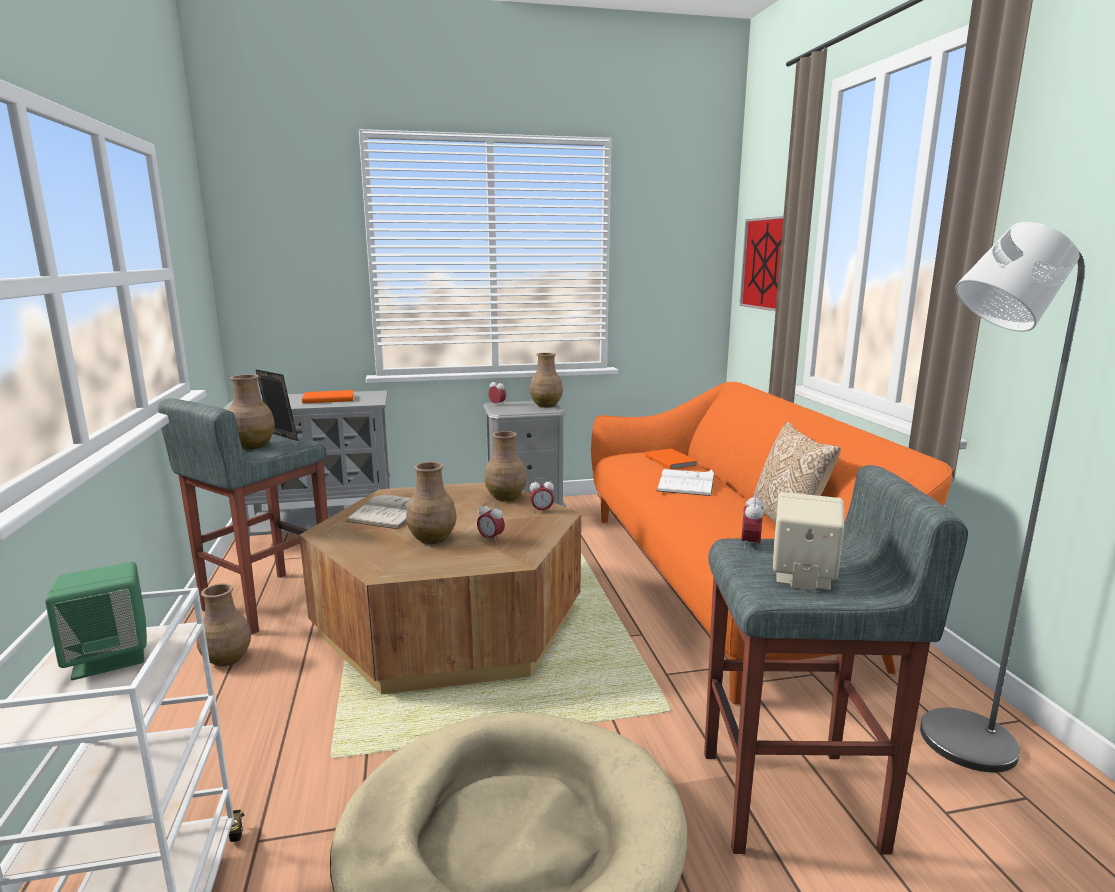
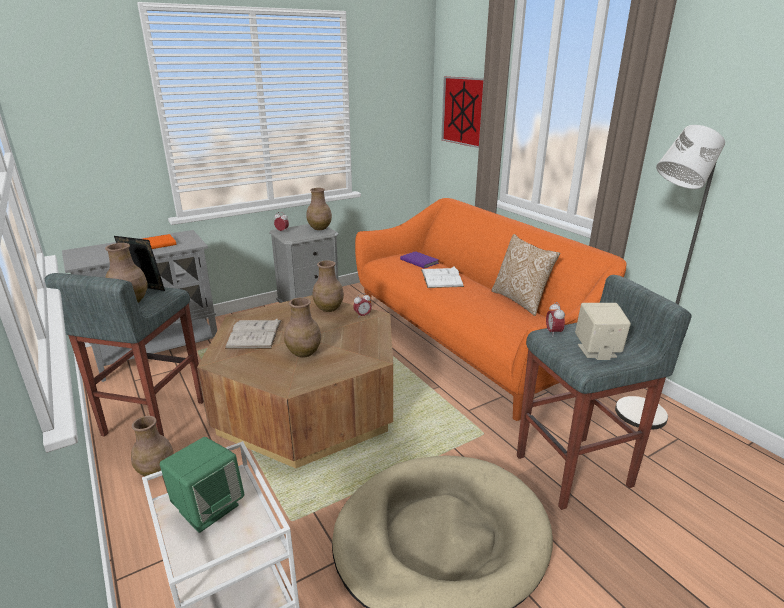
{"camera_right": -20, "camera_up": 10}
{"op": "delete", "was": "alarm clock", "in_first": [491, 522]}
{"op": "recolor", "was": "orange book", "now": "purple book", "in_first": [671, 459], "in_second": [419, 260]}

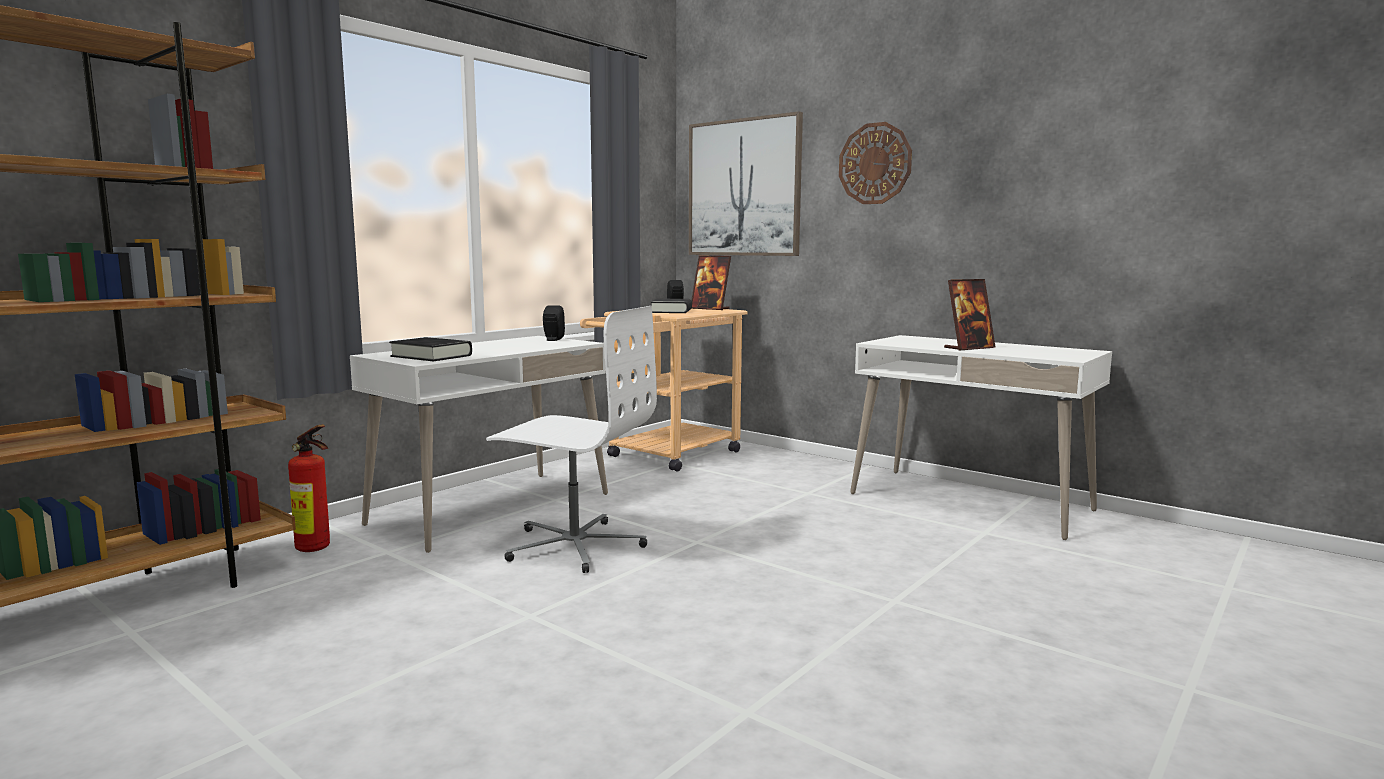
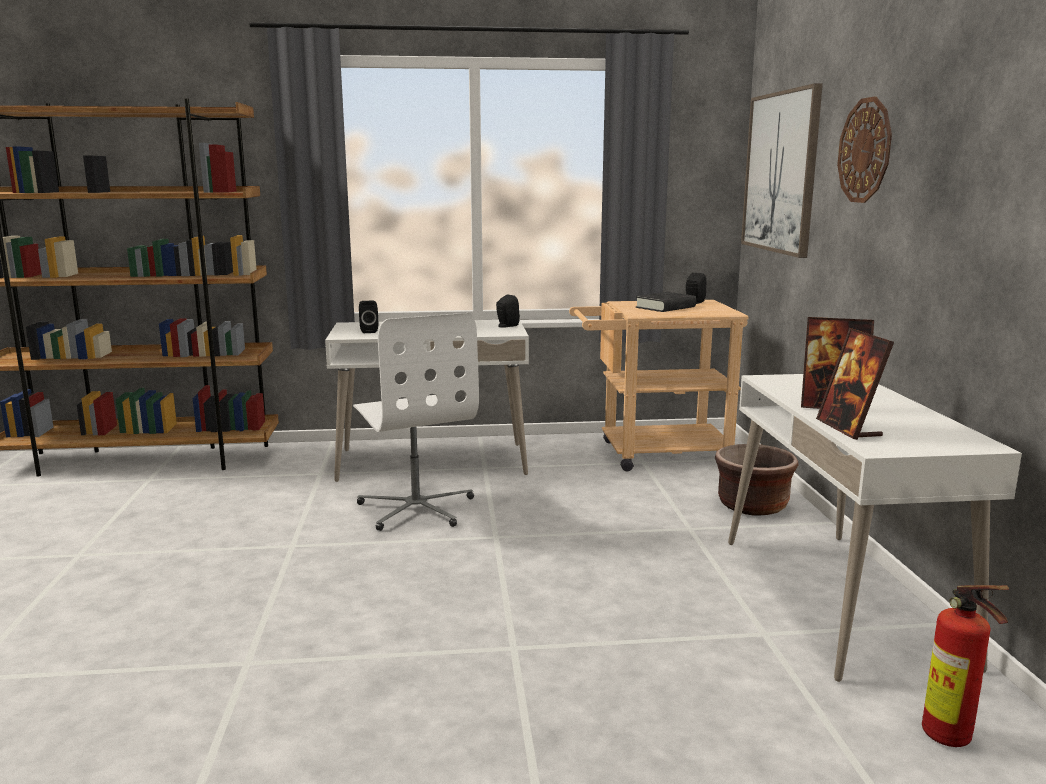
{"camera_right": 45, "camera_up": 5}
{"op": "insert", "now": "brown planter", "in_second": [757, 479]}
{"op": "move", "was": "fire extinguisher", "in_first": [309, 488], "in_second": [965, 666]}
{"op": "move", "was": "picture frame", "in_first": [711, 282], "in_second": [855, 384]}
{"op": "replace", "was": "black book", "now": "black speaker", "in_first": [430, 349], "in_second": [368, 316]}

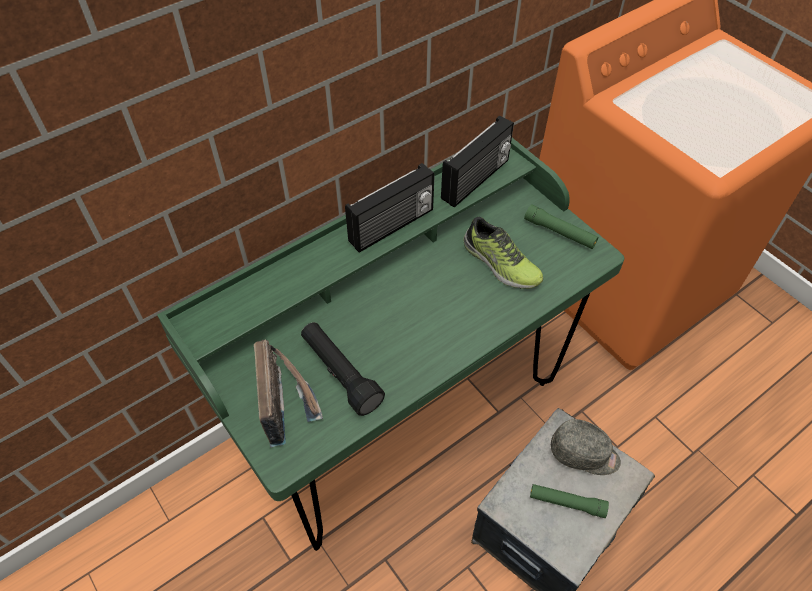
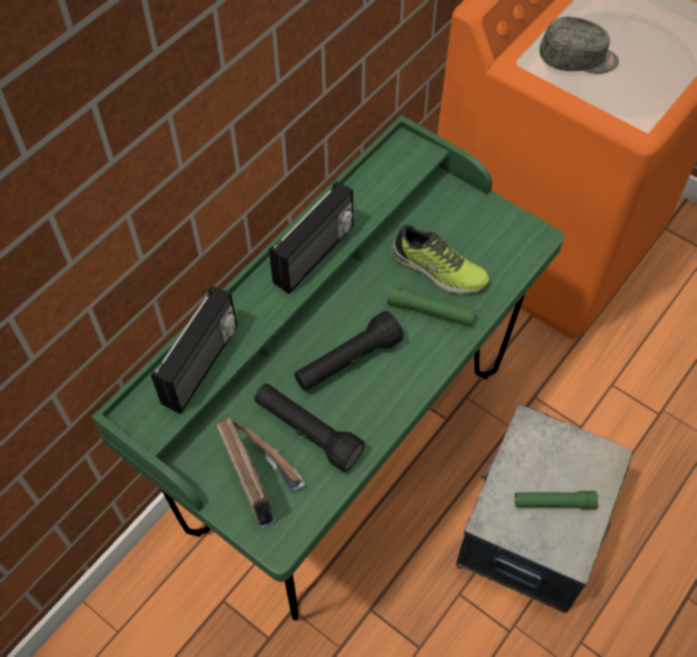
{"camera_right": -15, "camera_up": 5}
{"op": "insert", "now": "black flashlight", "in_second": [348, 351]}
{"op": "move", "was": "radio", "in_first": [477, 161], "in_second": [194, 349]}
{"op": "move", "was": "green flashlight", "in_first": [561, 226], "in_second": [431, 305]}
{"op": "move", "was": "grey cap", "in_first": [586, 447], "in_second": [579, 45]}

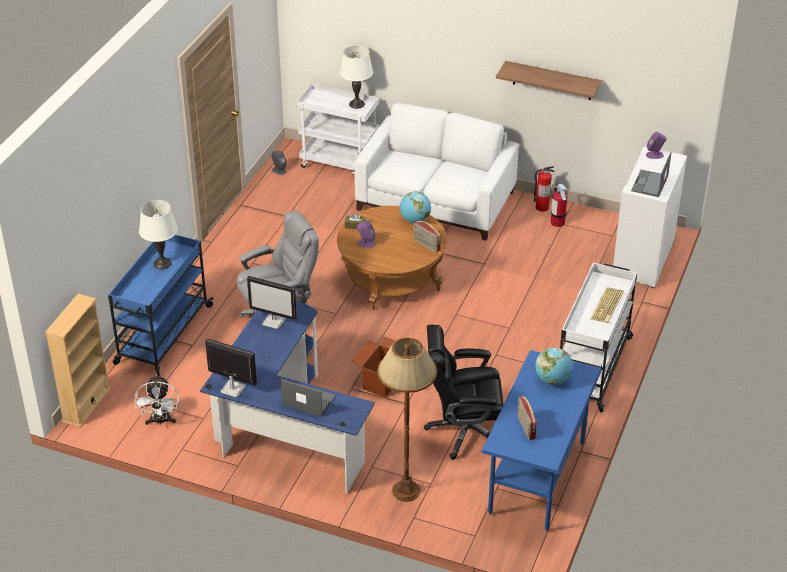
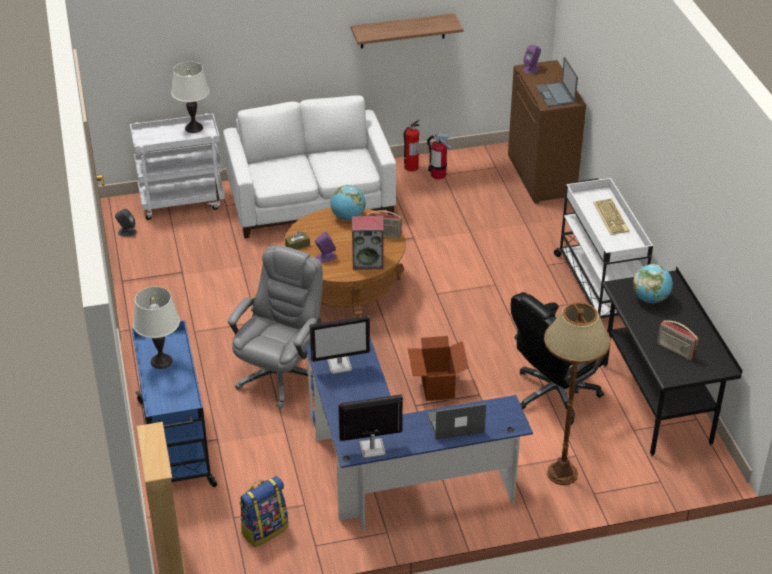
{"camera_right": -35, "camera_up": 0}
{"op": "insert", "now": "speaker", "in_second": [368, 243]}
{"op": "replace", "was": "white fan", "now": "backpack", "in_first": [157, 400], "in_second": [263, 511]}
{"op": "recolor", "was": "blue desk", "now": "black desk", "in_first": [541, 440], "in_second": [672, 361]}
{"op": "recolor", "was": "white cabinet", "now": "brown cabinet", "in_first": [650, 218], "in_second": [547, 132]}

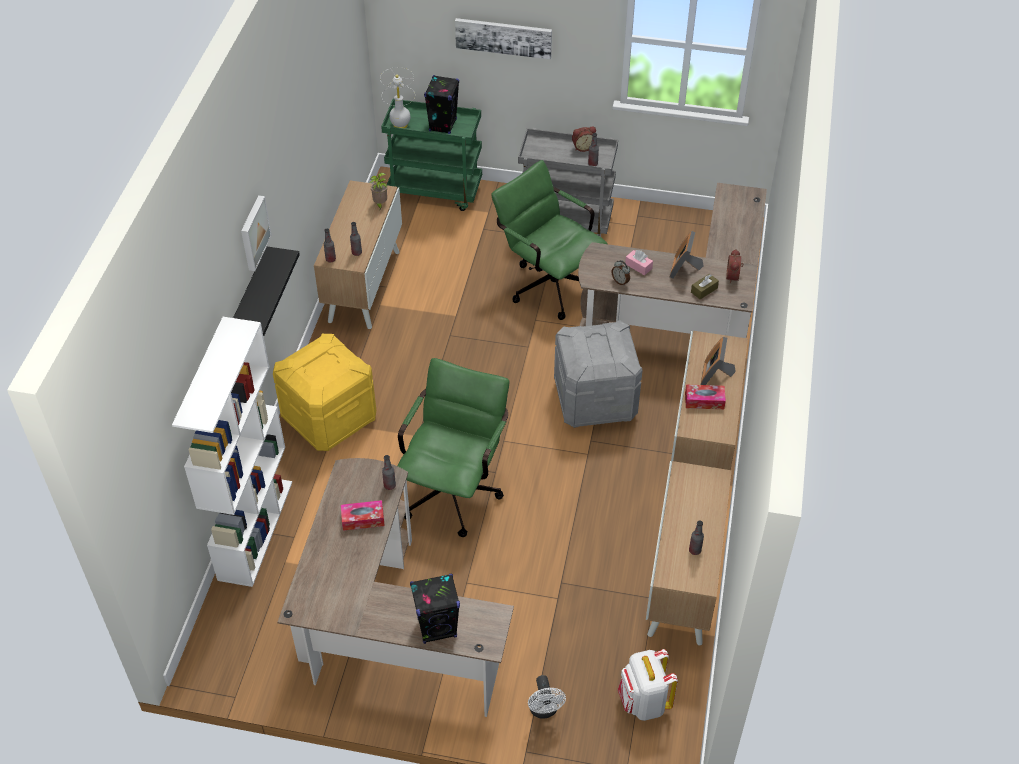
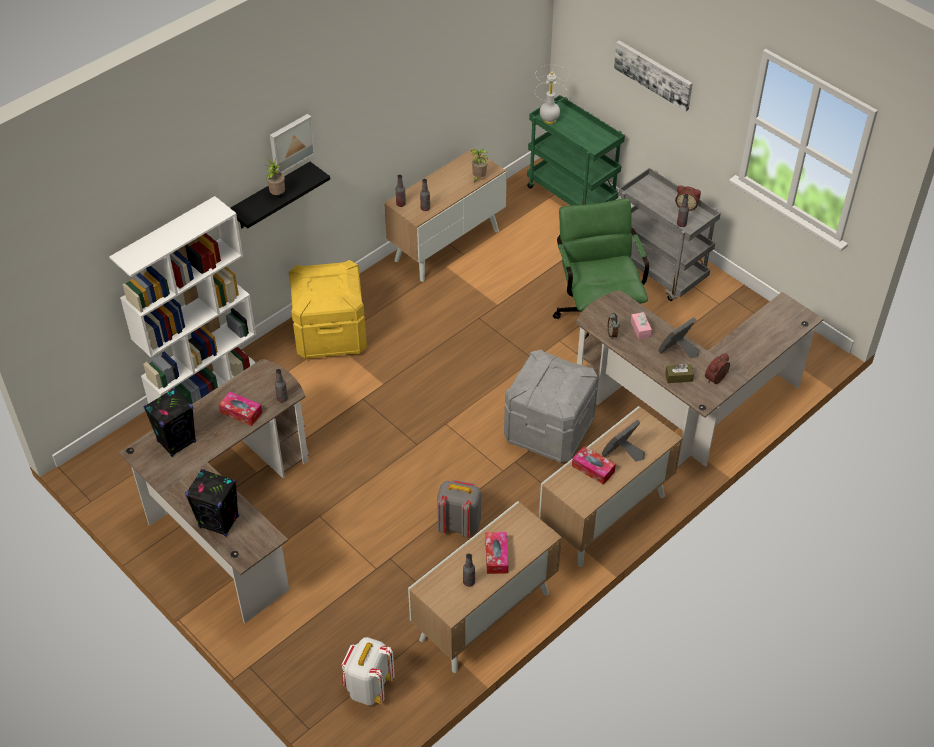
{"camera_right": 35, "camera_up": 0}
{"op": "delete", "was": "green office chair", "in_first": [453, 447]}
{"op": "delete", "was": "white fan", "in_first": [547, 697]}
{"op": "insert", "now": "potted plant", "in_second": [275, 176]}
{"op": "insert", "now": "grey backpack", "in_second": [459, 508]}
{"op": "insert", "now": "tissue box", "in_second": [496, 553]}
{"op": "move", "was": "black speaker", "in_first": [441, 104], "in_second": [170, 422]}

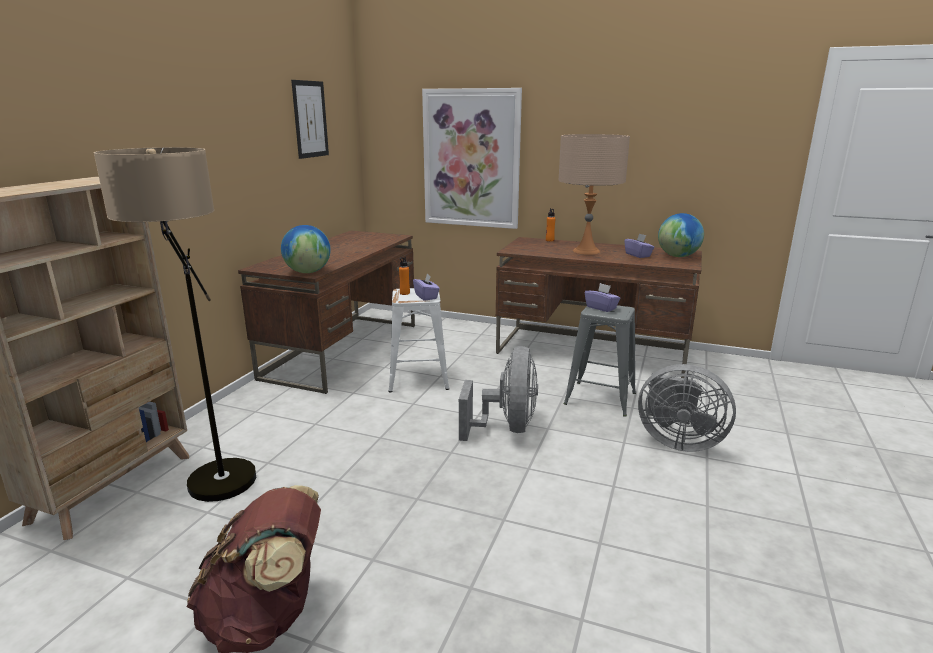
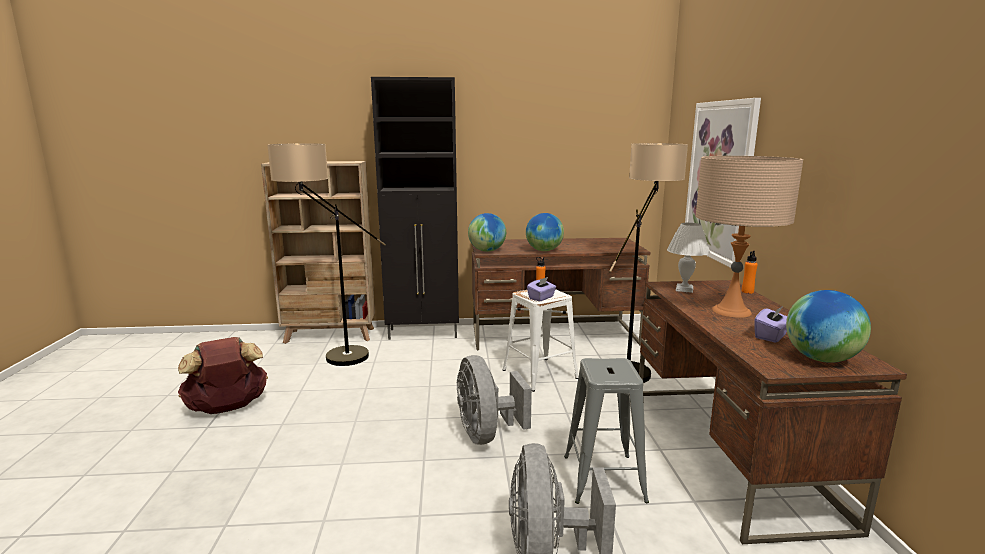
{"camera_right": 65, "camera_up": -5}
{"op": "delete", "was": "picture", "in_first": [310, 119]}
{"op": "delete", "was": "purple tissue box", "in_first": [602, 297]}
{"op": "insert", "now": "black cabinet", "in_second": [415, 208]}
{"op": "insert", "now": "globe", "in_second": [545, 232]}
{"op": "insert", "now": "floor lamp", "in_second": [647, 263]}
{"op": "insert", "now": "white table lamp", "in_second": [688, 258]}
{"op": "rotate", "was": "grey fan", "in_first": [498, 393], "in_second": [494, 400], "clockwise": 90}

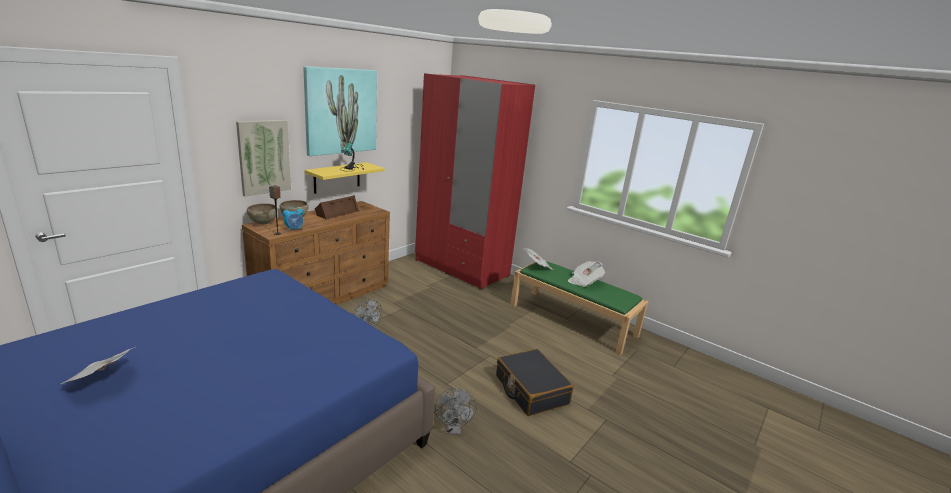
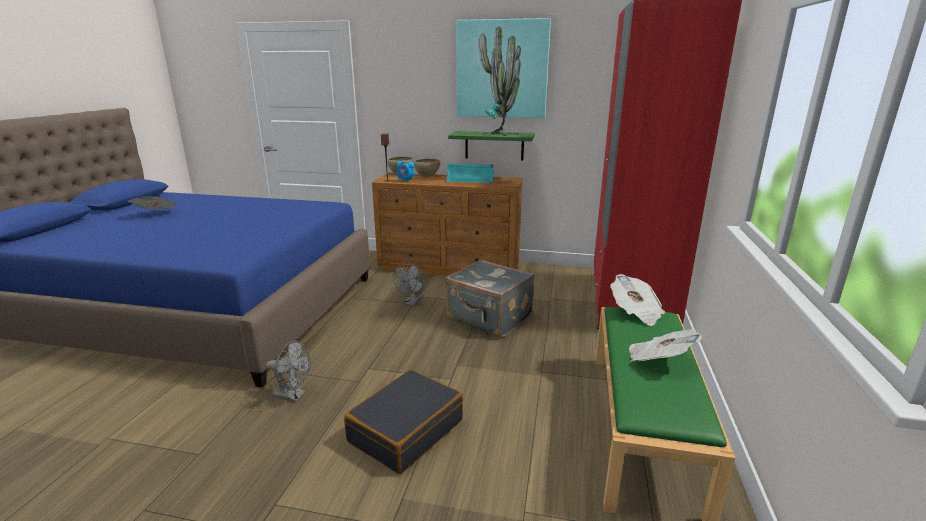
{"camera_right": 65, "camera_up": 0}
{"op": "delete", "was": "picture", "in_first": [263, 158]}
{"op": "insert", "now": "grey suitcase", "in_second": [490, 299]}
{"op": "recolor", "was": "yellow shelf", "now": "green shelf", "in_first": [344, 178], "in_second": [491, 146]}
{"op": "recolor", "was": "brown speaker", "now": "turquoise speaker", "in_first": [337, 207], "in_second": [470, 173]}
{"op": "rotate", "was": "grey fan", "in_first": [456, 411], "in_second": [288, 371], "clockwise": -135}

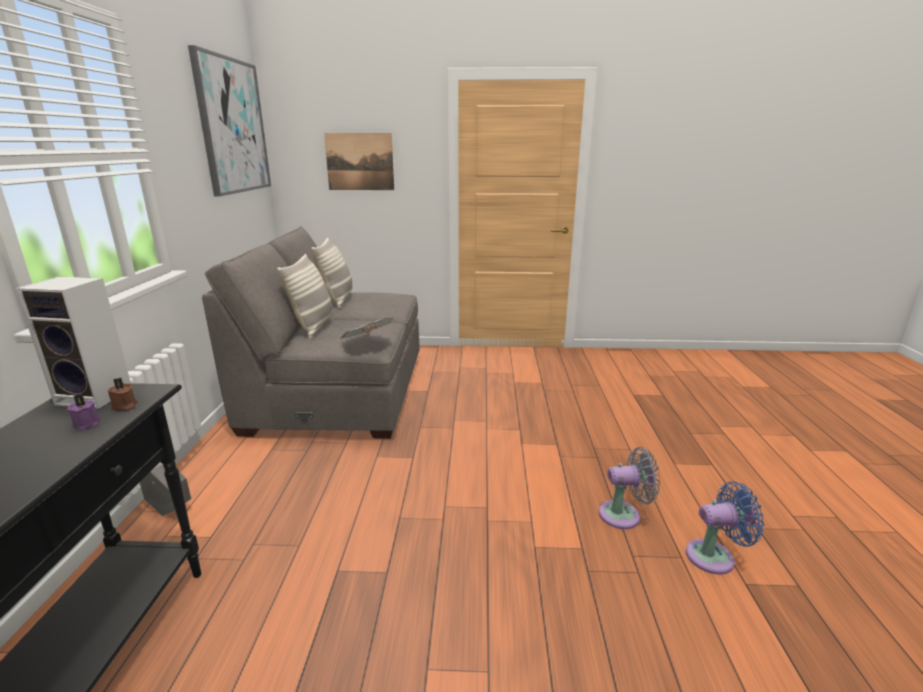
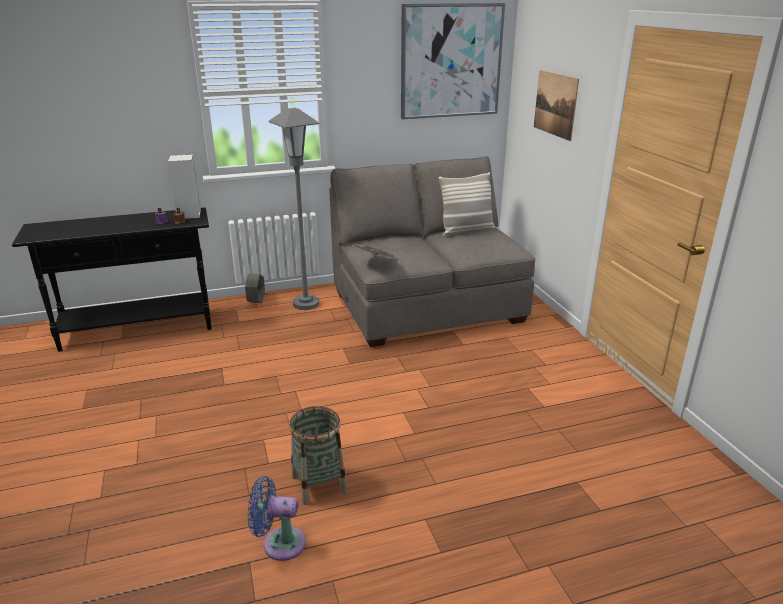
{"camera_right": 70, "camera_up": 5}
{"op": "delete", "was": "pillow", "in_first": [305, 296]}
{"op": "insert", "now": "grey floor lamp", "in_second": [293, 209]}
{"op": "replace", "was": "grey fan", "now": "basket", "in_first": [629, 488], "in_second": [318, 455]}
{"op": "rotate", "was": "blue fan", "in_first": [725, 527], "in_second": [276, 518], "clockwise": 120}

